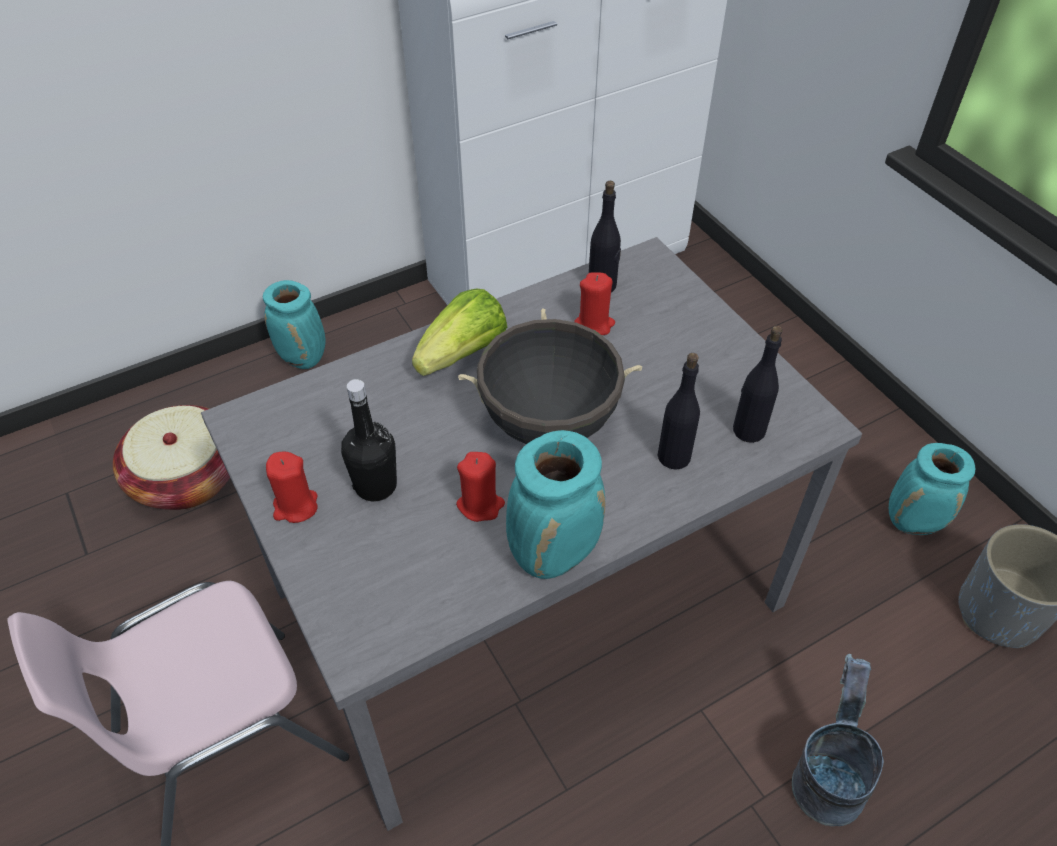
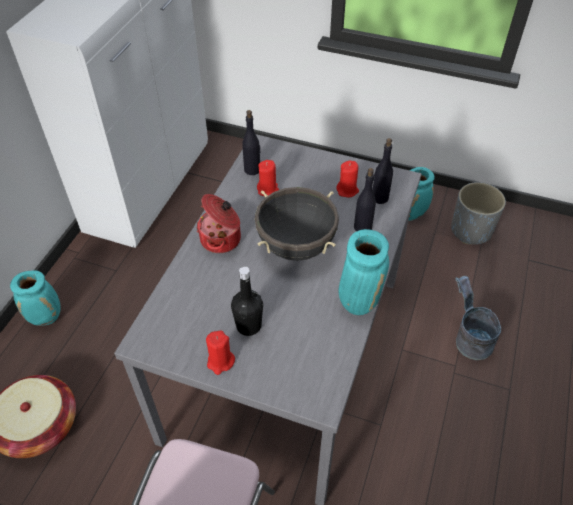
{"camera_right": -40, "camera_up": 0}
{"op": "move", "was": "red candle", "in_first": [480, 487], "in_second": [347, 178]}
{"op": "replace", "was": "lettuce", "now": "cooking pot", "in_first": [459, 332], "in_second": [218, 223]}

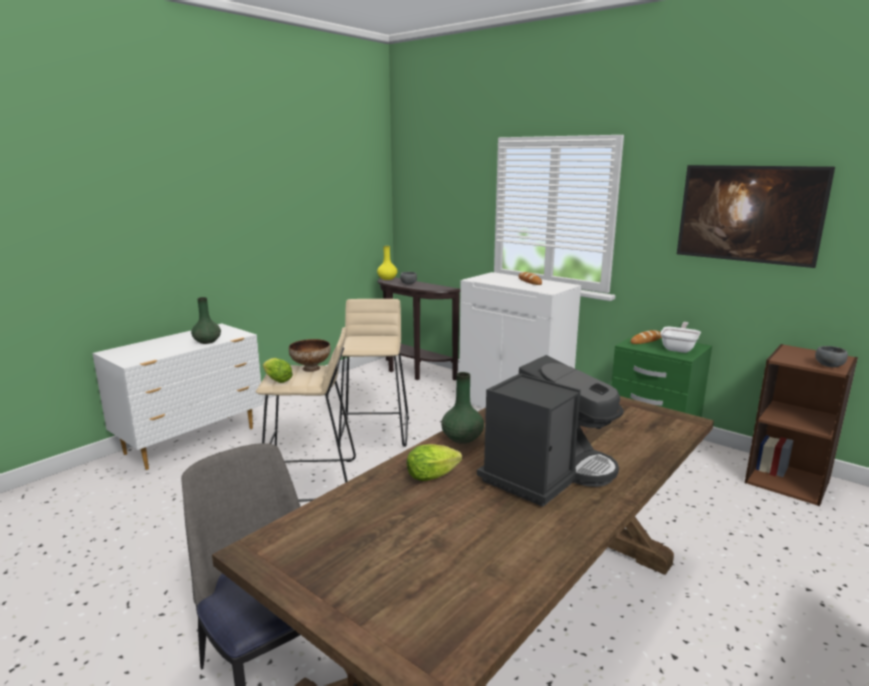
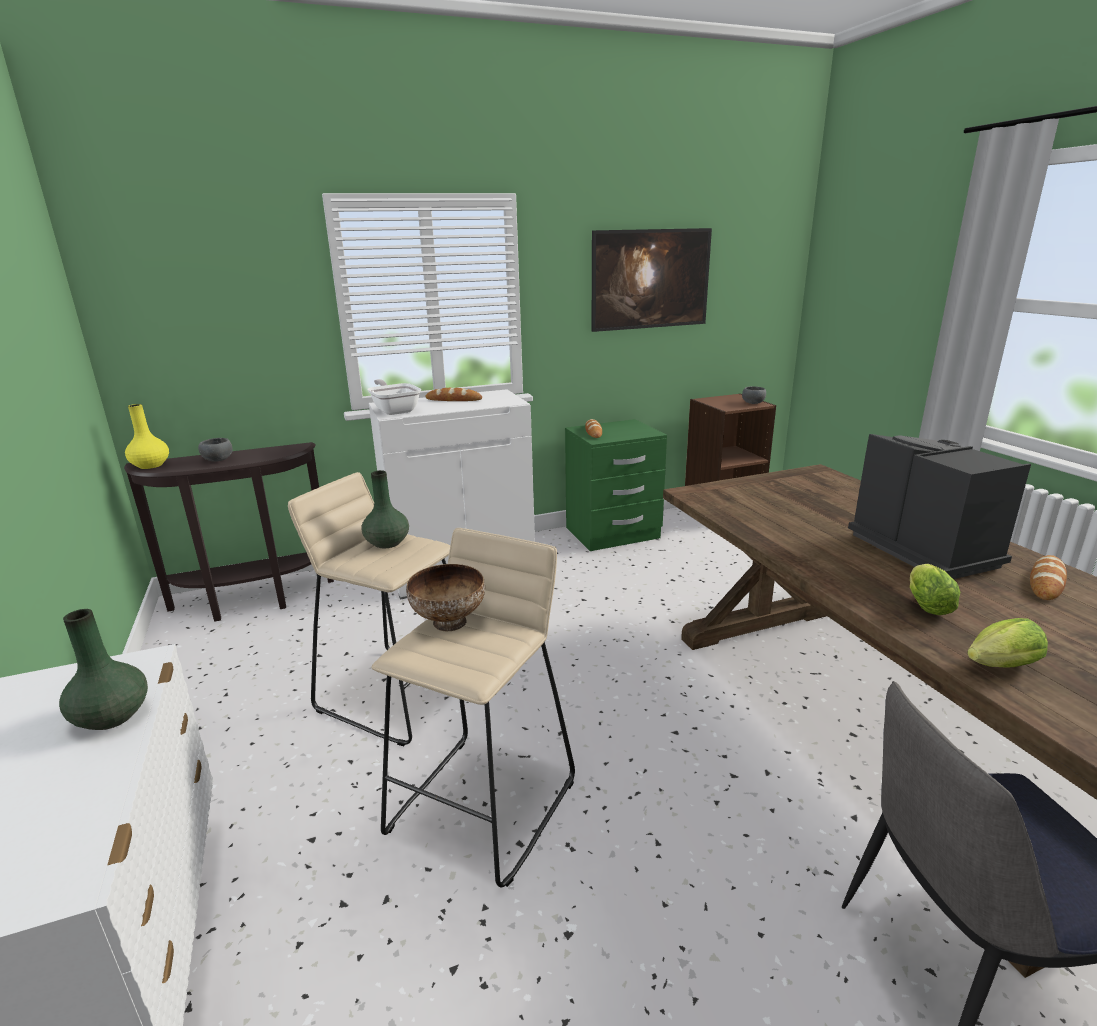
{"camera_right": -60, "camera_up": 5}
{"op": "insert", "now": "bread", "in_second": [1048, 577]}
{"op": "move", "was": "lettuce", "in_first": [278, 370], "in_second": [1007, 643]}
{"op": "move", "was": "green vase", "in_first": [462, 408], "in_second": [385, 509]}
{"op": "move", "was": "frying pan", "in_first": [680, 337], "in_second": [394, 397]}

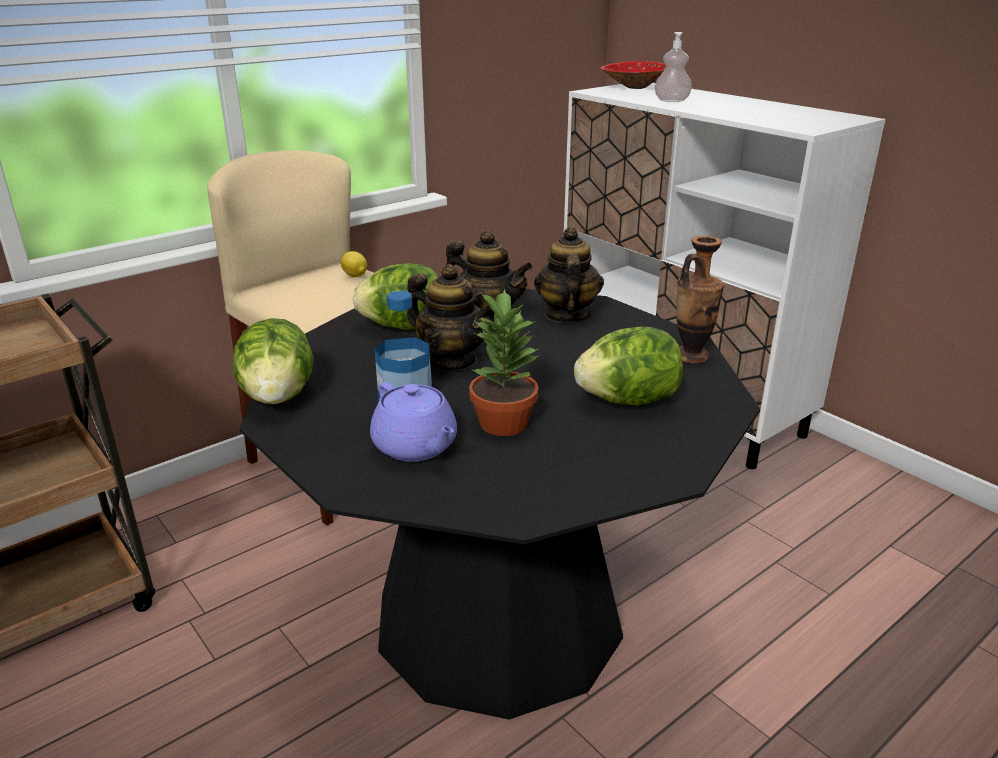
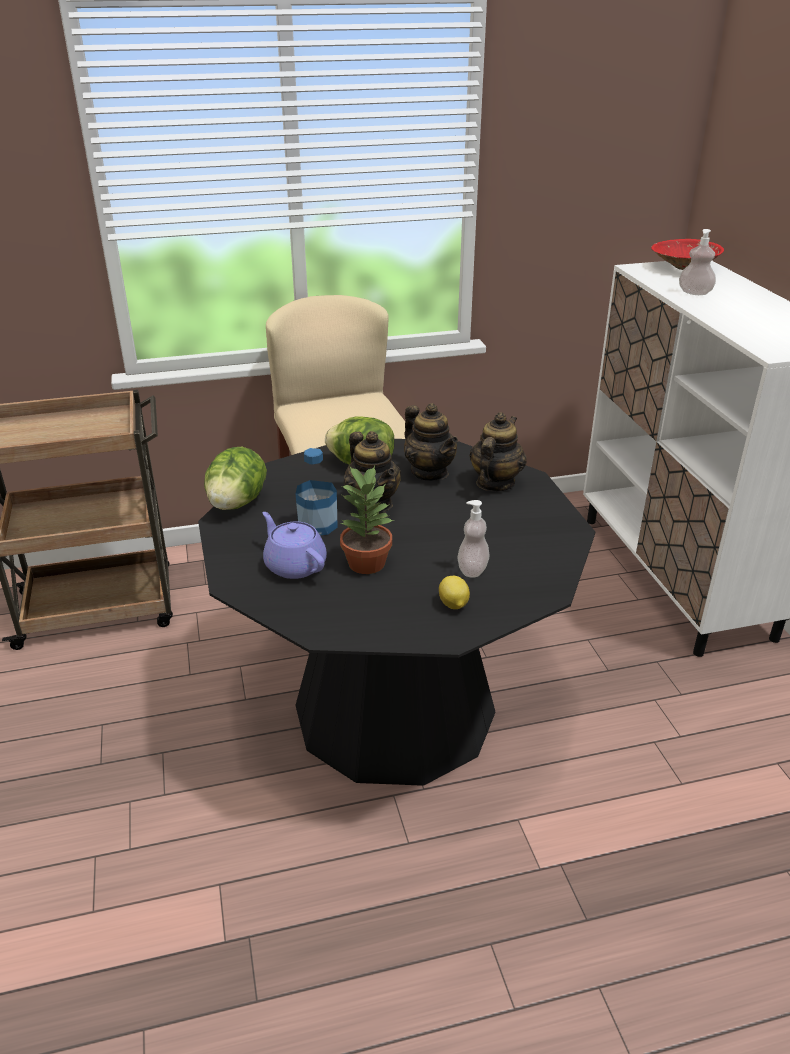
{"camera_right": 25, "camera_up": 5}
{"op": "delete", "was": "vase", "in_first": [700, 299]}
{"op": "move", "was": "lemon", "in_first": [354, 264], "in_second": [454, 592]}
{"op": "replace", "was": "lettuce", "now": "soap dispenser", "in_first": [628, 366], "in_second": [473, 539]}
{"op": "rotate", "was": "purple teapot", "in_first": [413, 422], "in_second": [295, 545], "clockwise": 150}

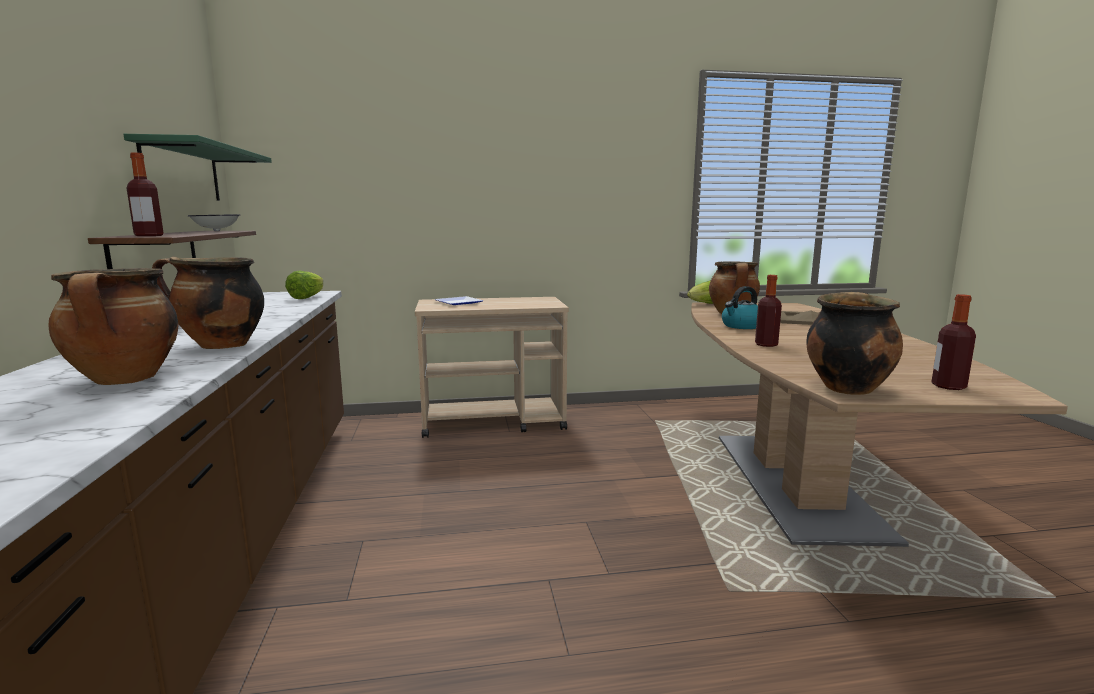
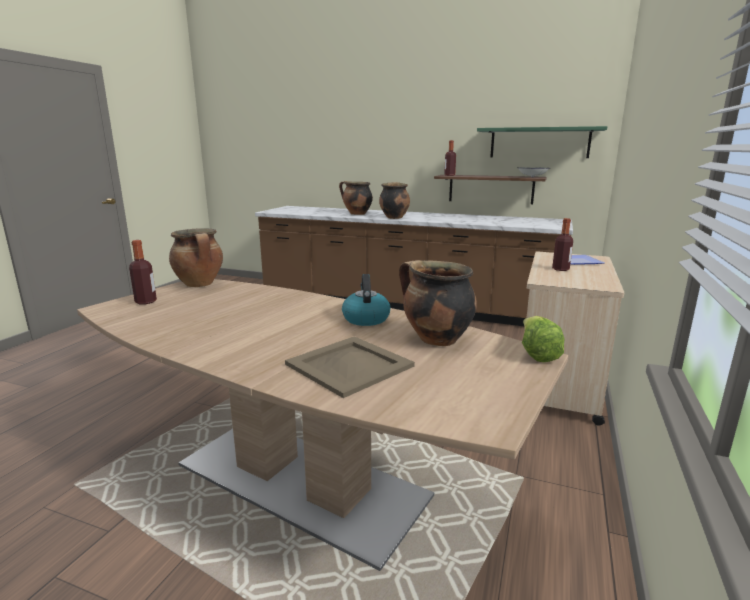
{"camera_right": 120, "camera_up": 5}
{"op": "delete", "was": "lettuce", "in_first": [304, 284]}
{"op": "move", "was": "bottle", "in_first": [768, 311], "in_second": [562, 244]}

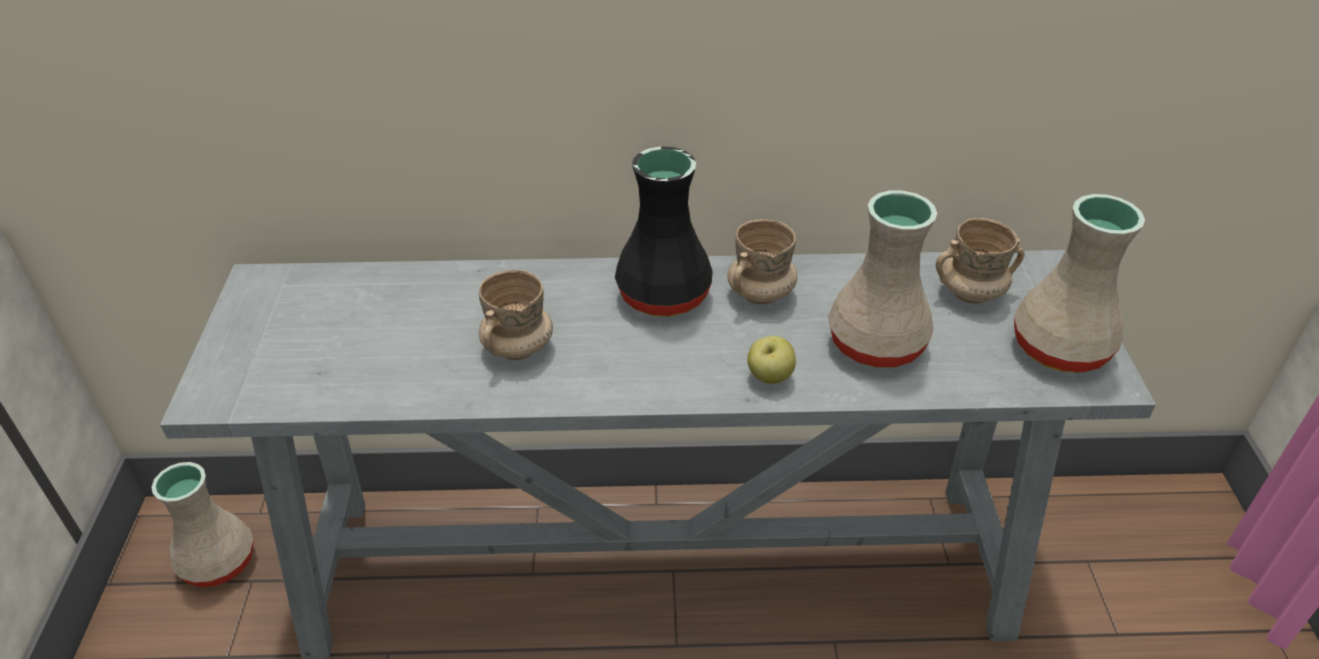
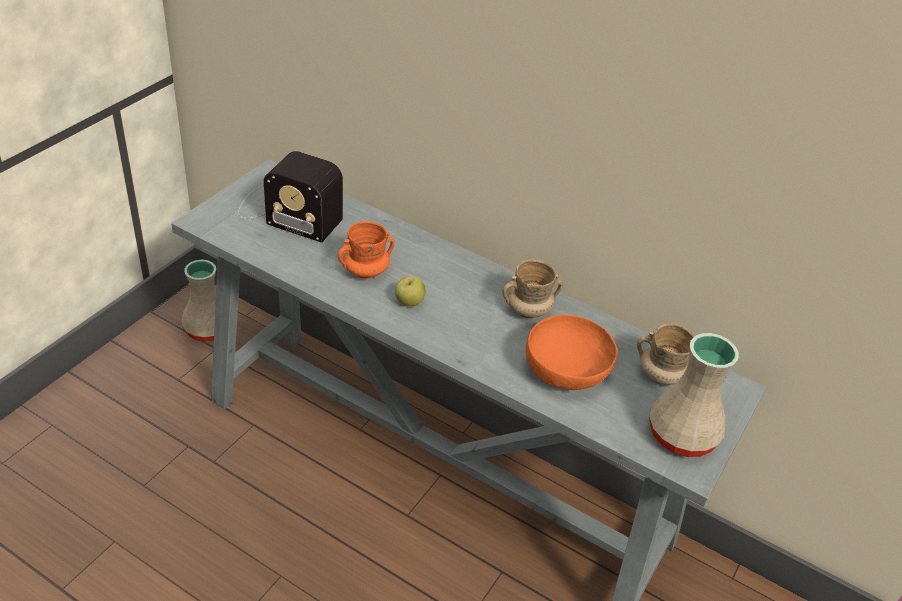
{"camera_right": 30, "camera_up": 0}
{"op": "delete", "was": "black vase", "in_first": [664, 231]}
{"op": "insert", "now": "radio", "in_second": [290, 197]}
{"op": "move", "was": "apple", "in_first": [771, 360], "in_second": [410, 291]}
{"op": "replace", "was": "beige vase", "now": "orange bowl", "in_first": [882, 279], "in_second": [572, 352]}
{"op": "recolor", "was": "beige mug", "now": "orange mug", "in_first": [515, 315], "in_second": [366, 250]}

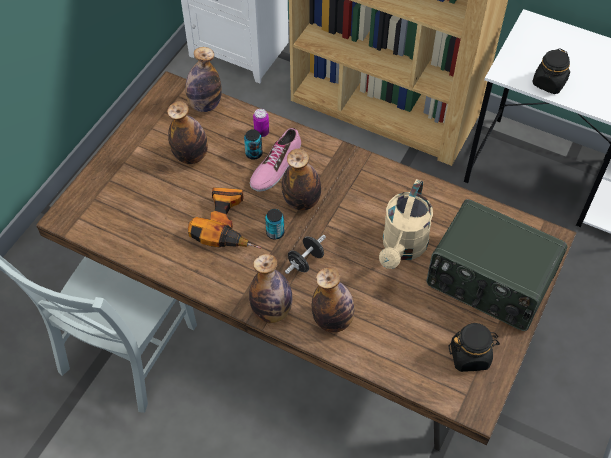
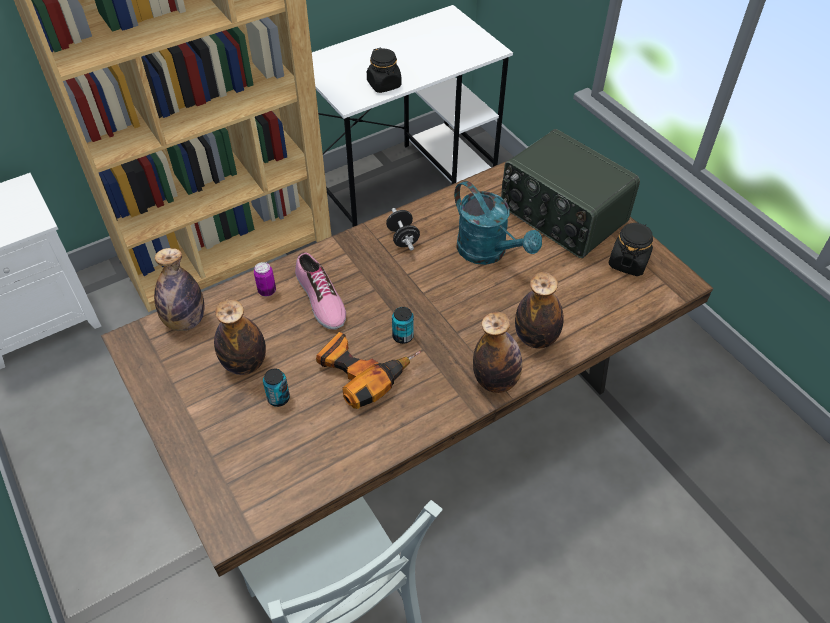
{"camera_right": -60, "camera_up": -5}
{"op": "delete", "was": "bottle", "in_first": [301, 179]}
{"op": "move", "was": "can", "in_first": [253, 144], "in_second": [276, 388]}
{"op": "move", "was": "black dumbbell", "in_first": [305, 254], "in_second": [403, 229]}
{"op": "recolor", "was": "beige watering can", "now": "turquoise watering can", "in_first": [406, 224], "in_second": [498, 223]}
{"op": "rotate", "was": "radio", "in_first": [497, 265], "in_second": [570, 193], "clockwise": 75}

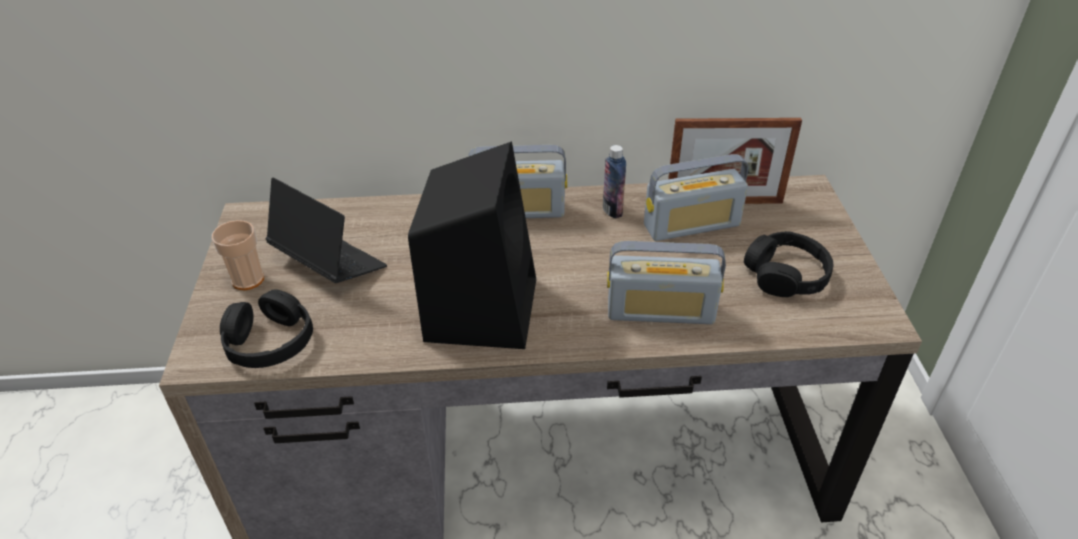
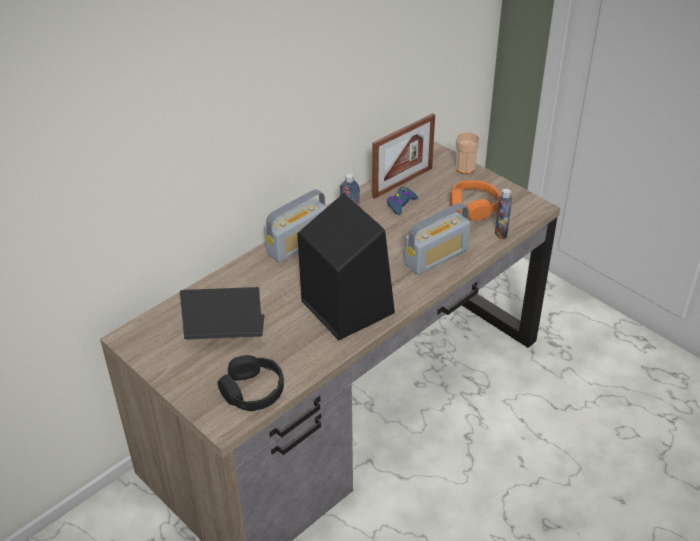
{"camera_right": -40, "camera_up": 0}
{"op": "insert", "now": "bottle", "in_second": [503, 214]}
{"op": "move", "was": "cup", "in_first": [238, 255], "in_second": [468, 153]}
{"op": "replace", "was": "radio", "now": "blue game controller", "in_first": [696, 197], "in_second": [402, 201]}
{"op": "recolor", "was": "black headphones", "now": "orange headphones", "in_first": [789, 264], "in_second": [475, 200]}

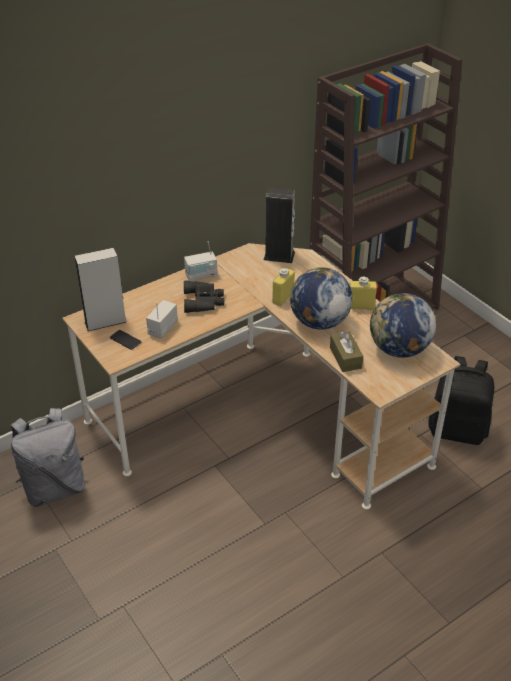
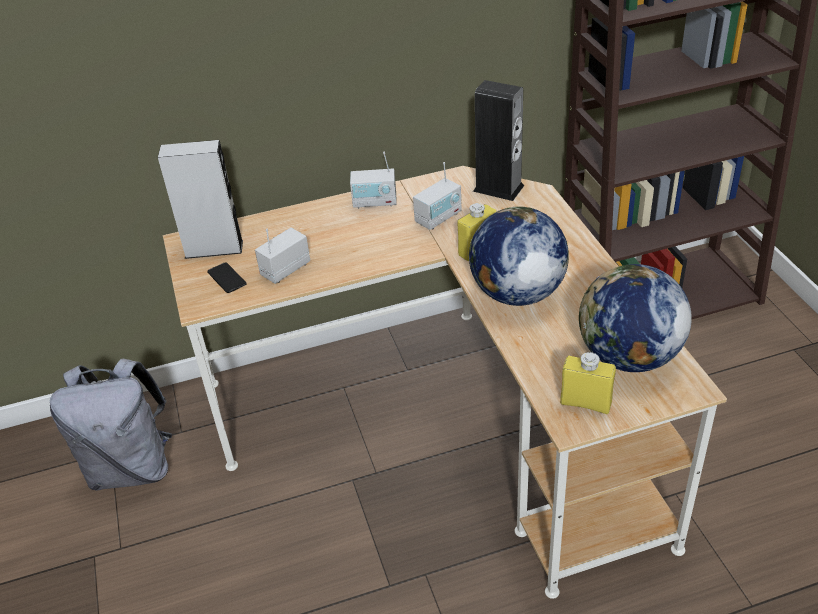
{"camera_right": 20, "camera_up": 0}
{"op": "delete", "was": "black binoculars", "in_first": [204, 296]}
{"op": "delete", "was": "brown tissue box", "in_first": [346, 352]}
{"op": "delete", "was": "black backpack", "in_first": [461, 400]}
{"op": "insert", "now": "radio", "in_second": [437, 196]}
{"op": "move", "was": "yellow bottle", "in_first": [363, 293], "in_second": [588, 383]}

